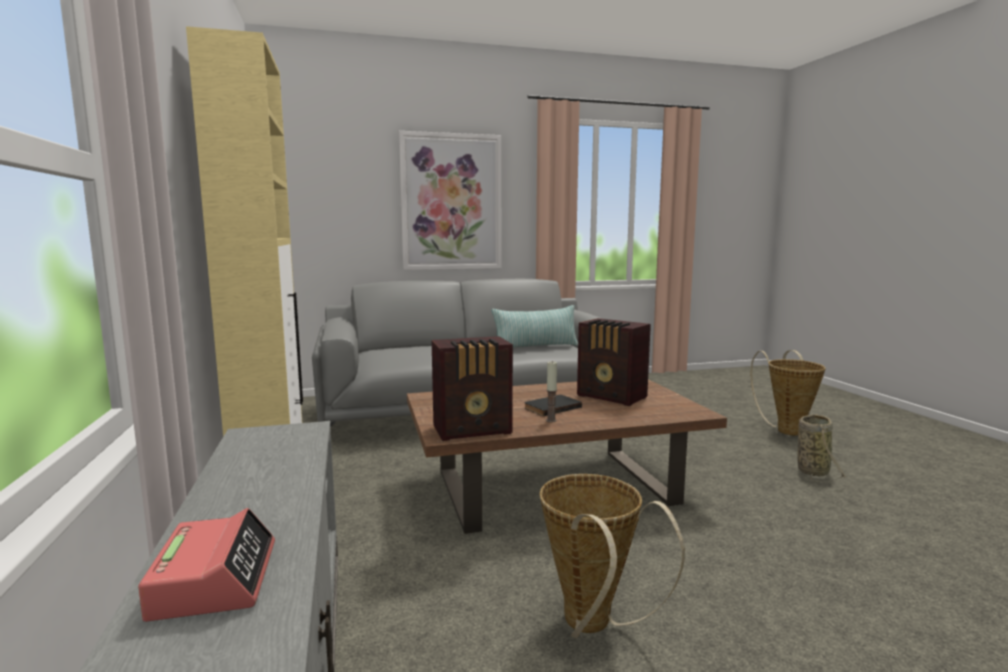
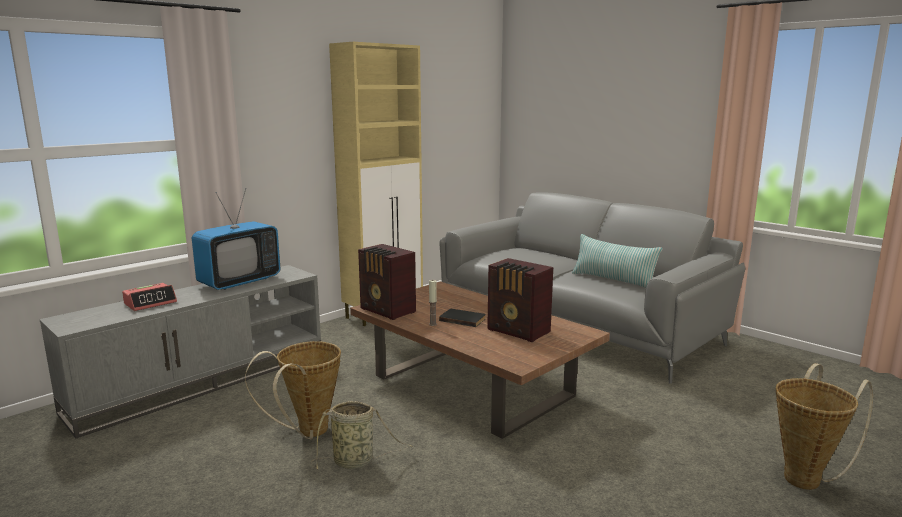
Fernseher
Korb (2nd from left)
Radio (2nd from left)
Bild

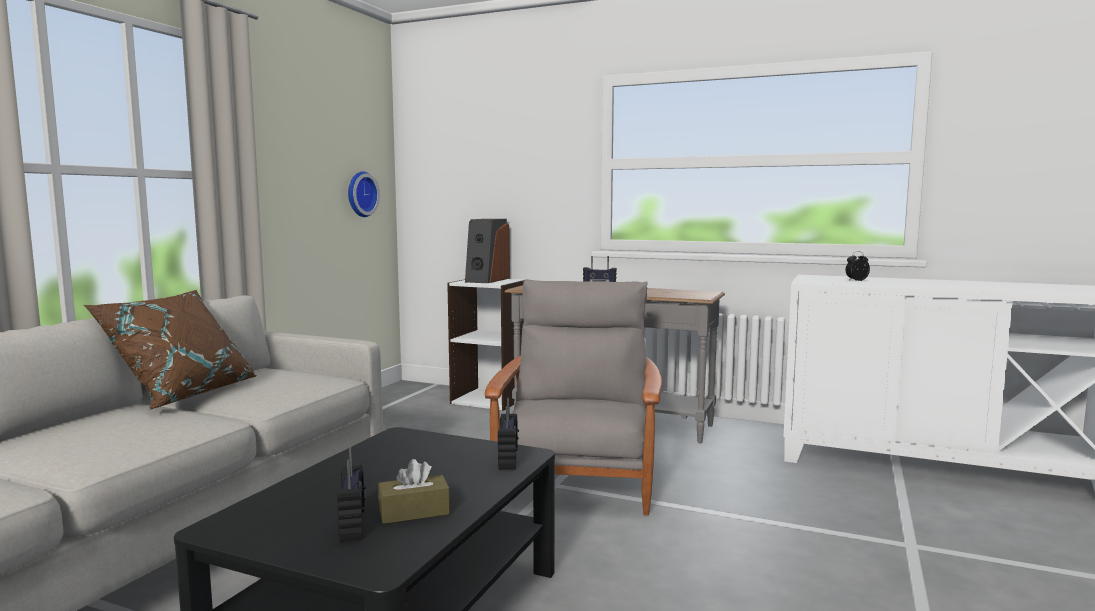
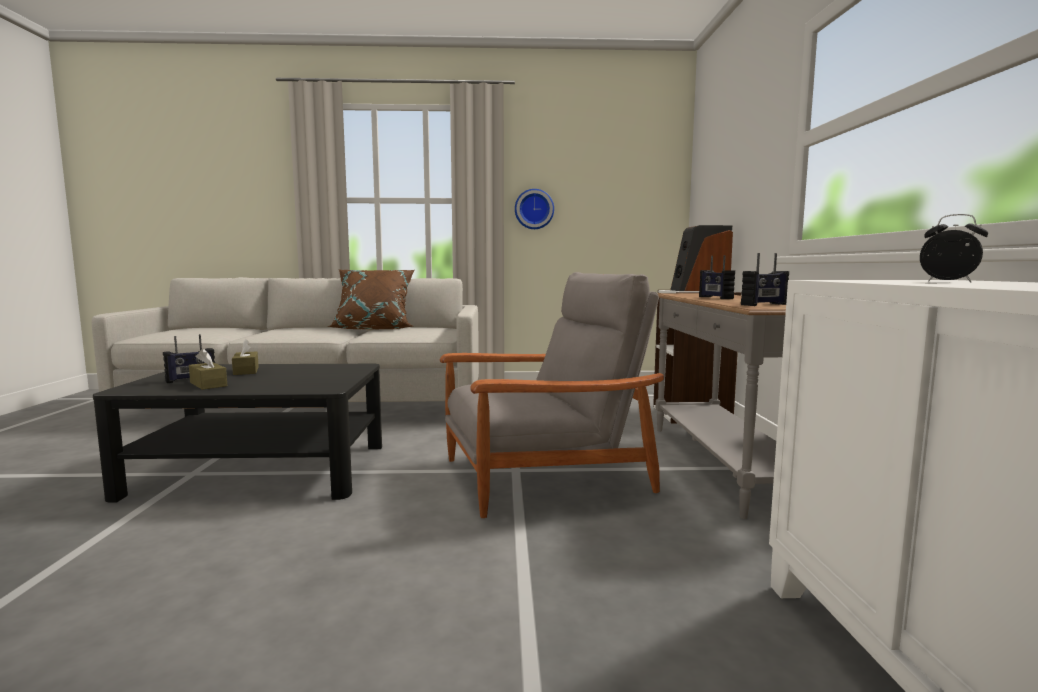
Taschentuchbox (braun) (2nd from left)
Wanduhr
Radio (3rd from left)

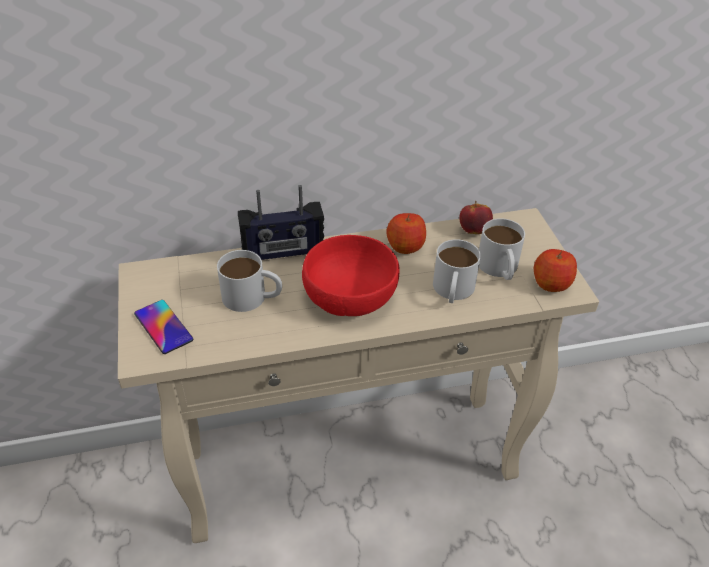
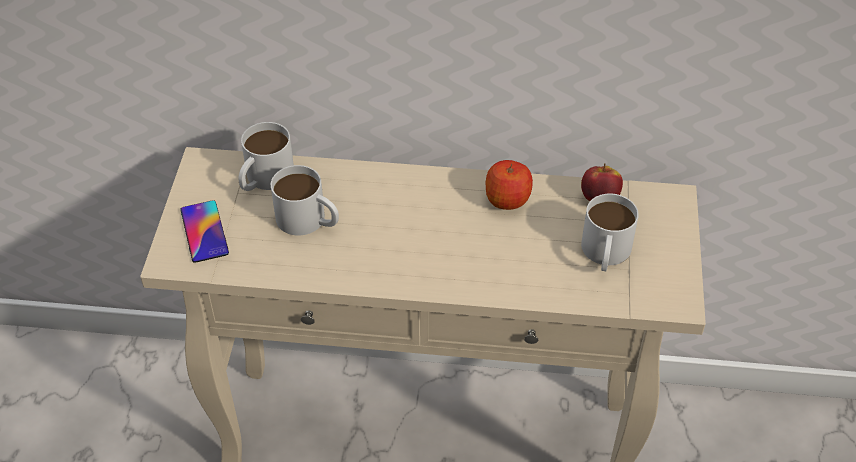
Henkelbecher (weiß) (1st from left)
Radio
Schüssel (rot)
Apfel (3rd from left in the first image)

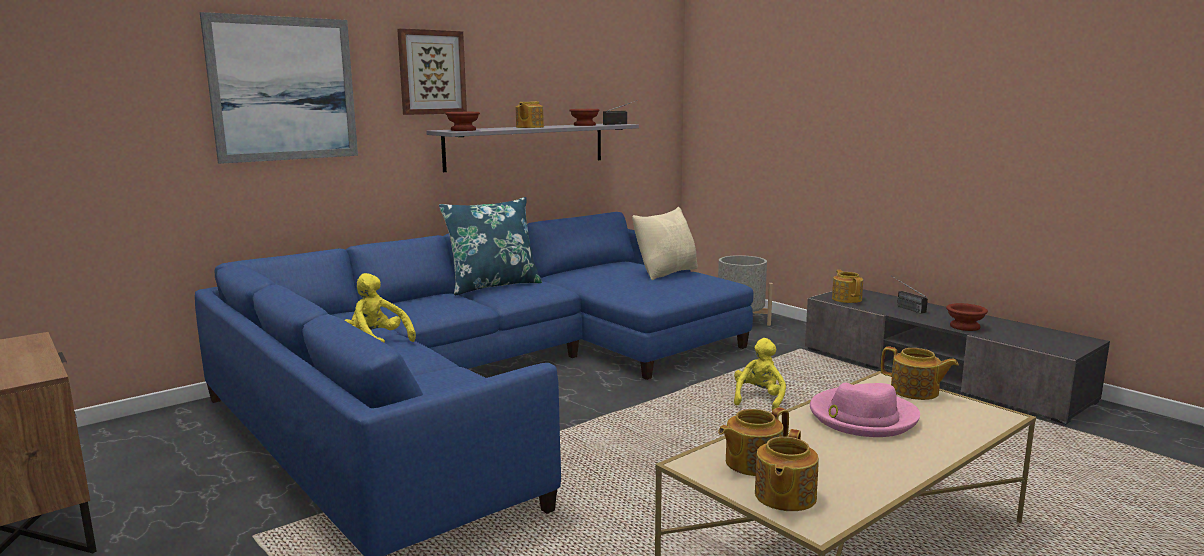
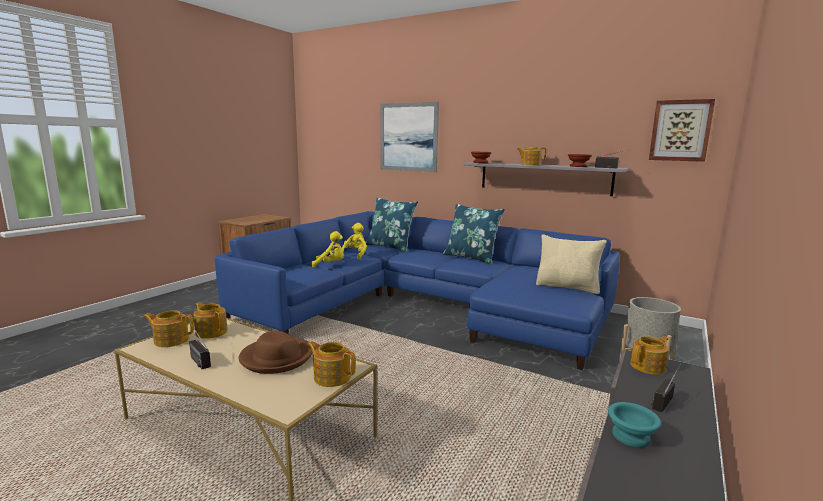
Radio (1st from left)
Hut (braun)
Teekanne (3rd from left)
Plüschtier (gelb) (1st from left)
Kissen (blau) (1st from left)
Schüssel (türkis)
Bild (2nd from left)

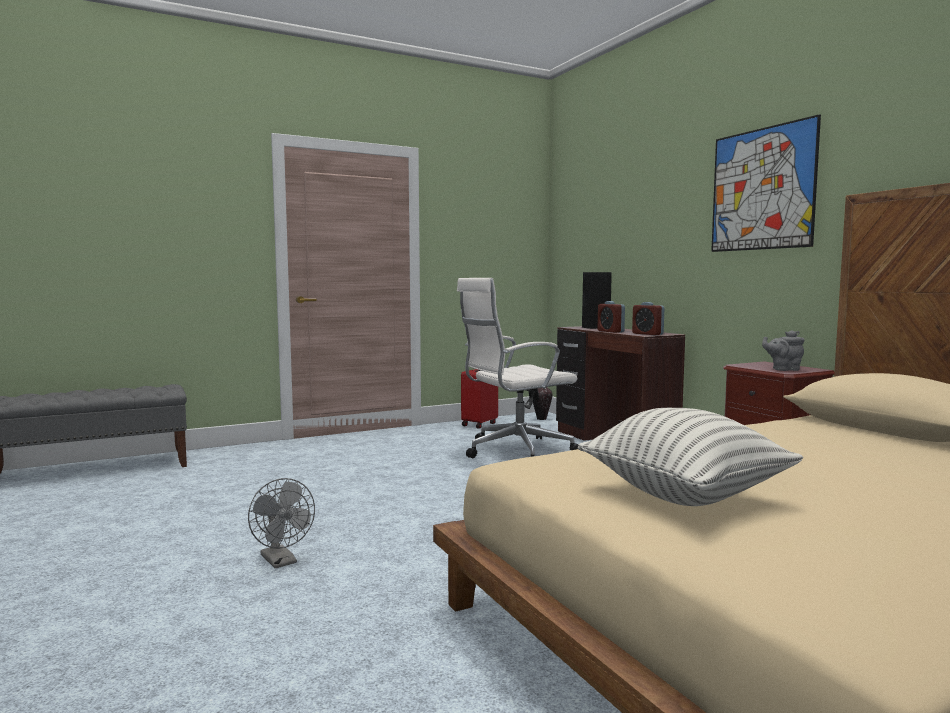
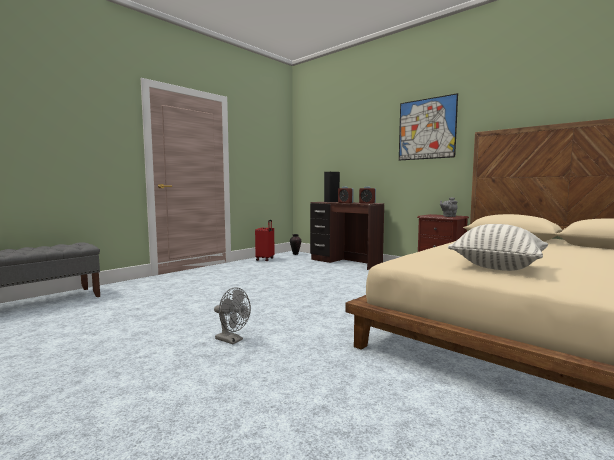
Bürostuhl (weiß)

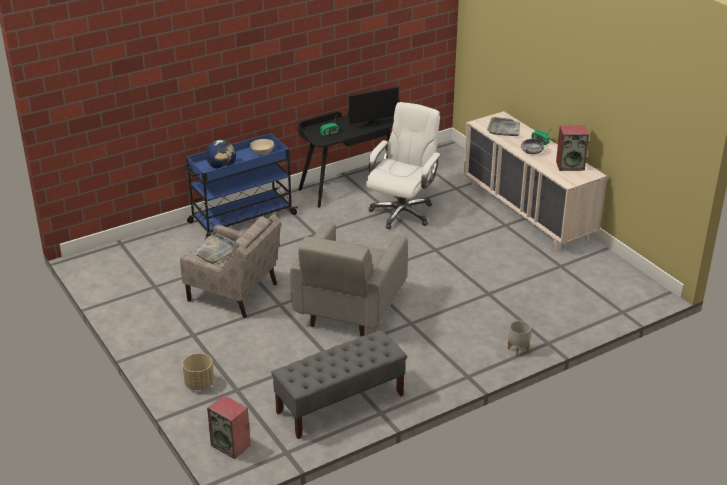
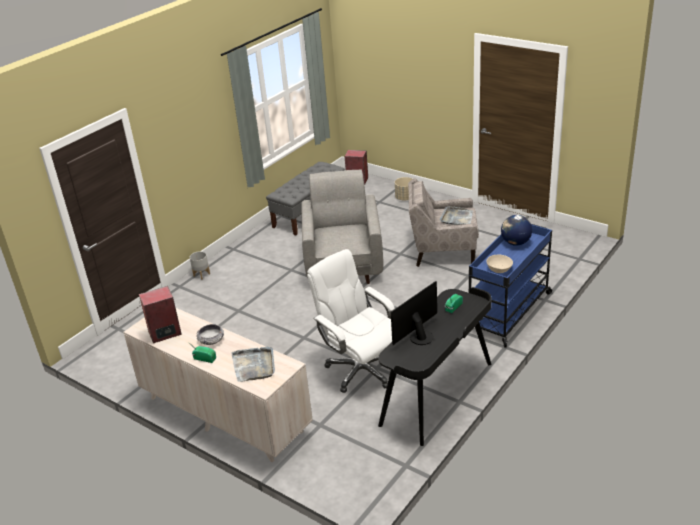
Bürostuhl (weiß)

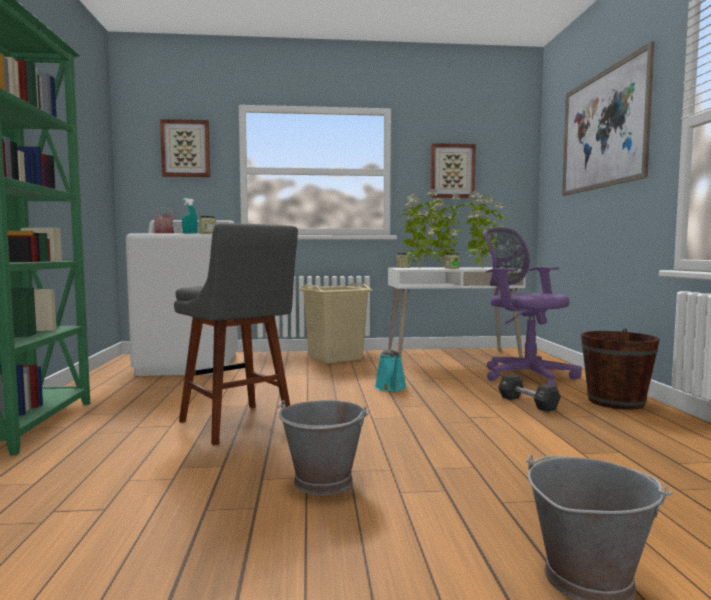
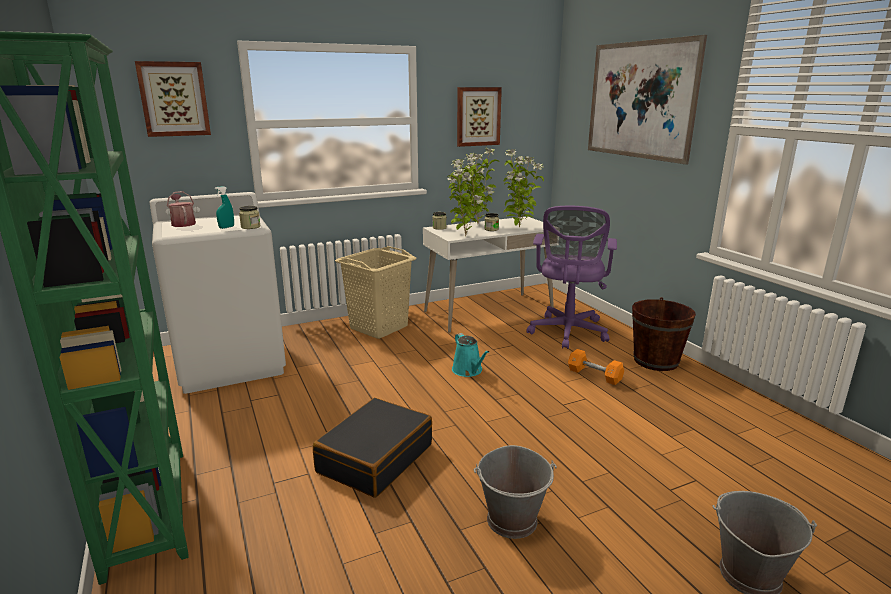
Koffer (schwarz)
Bürostuhl (lila)
Hantel (orange)

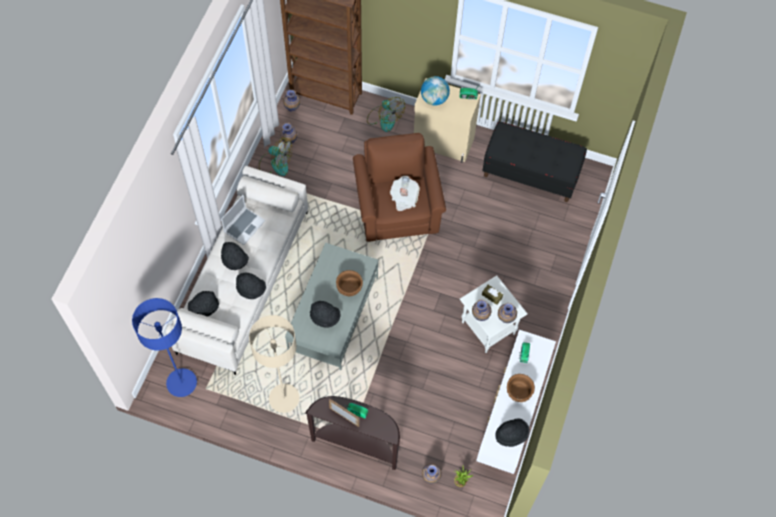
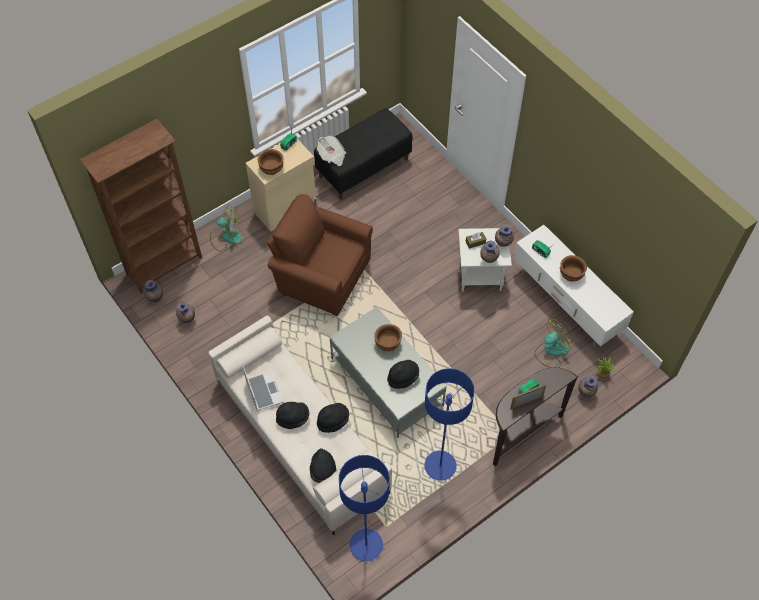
Schüssel (braun) (1st from left)
Zeitung
Stehlampe (blau) (2nd from left)
Ventilator (2nd from left)
Hut (schwarz) (5th from left in the first image)

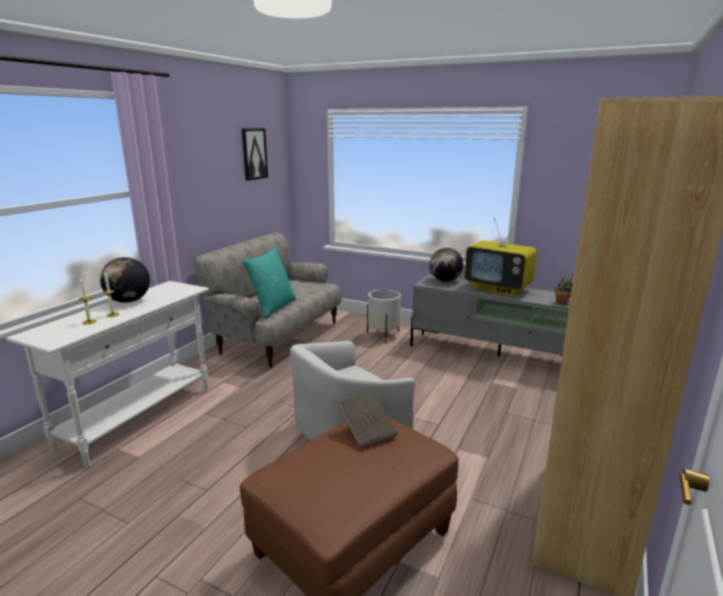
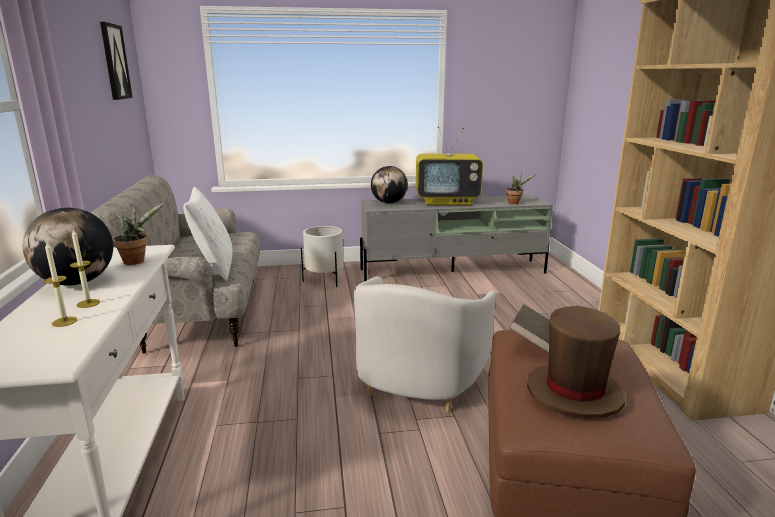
Topfpflanze (1st from left)
Kissen (weiß)
Hut (braun)

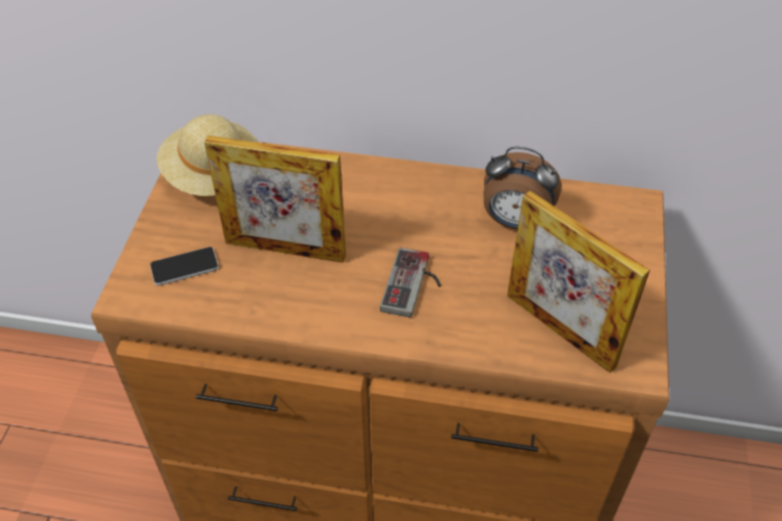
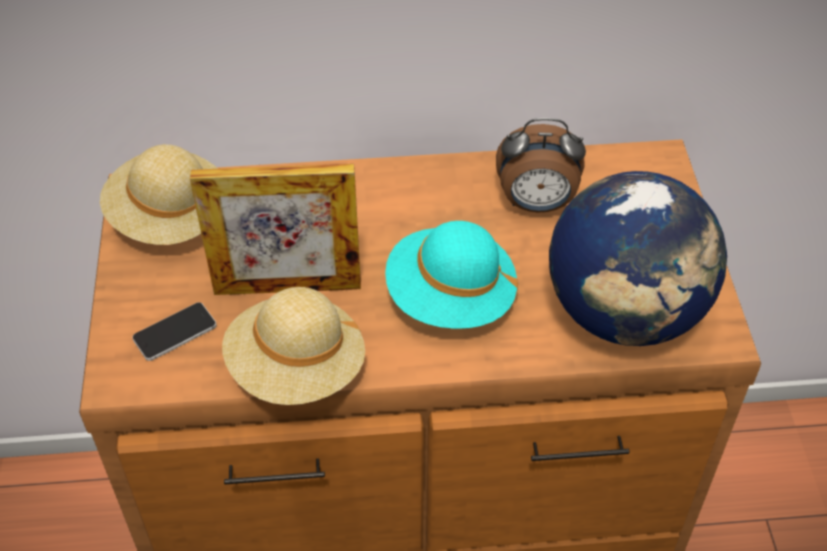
Hut (beige) (2nd from left)
Hut (türkis)
Globus

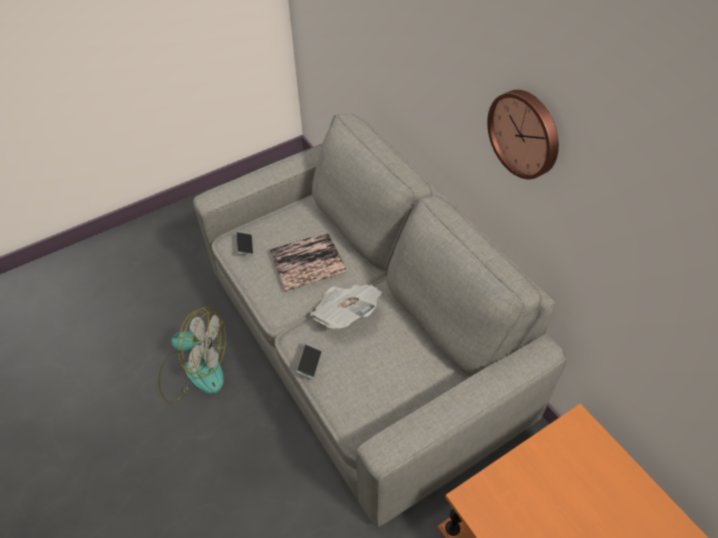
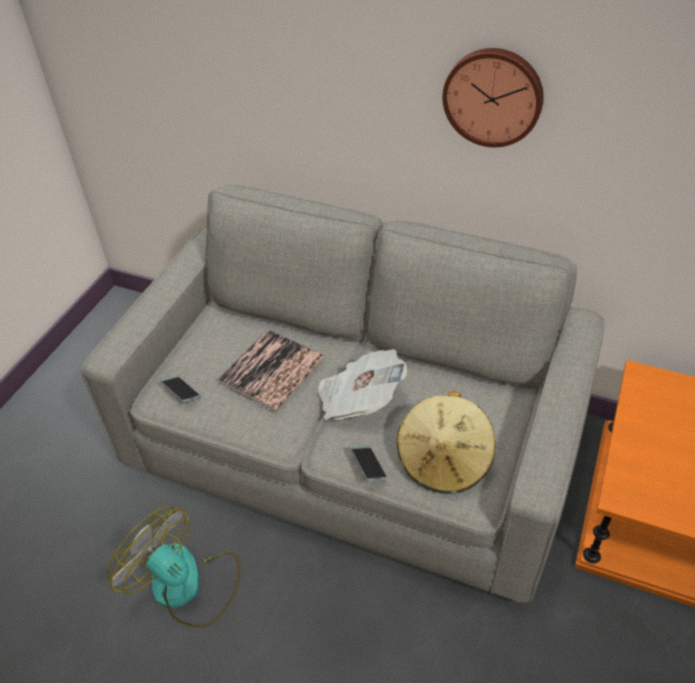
Ventilator
Hut (beige)

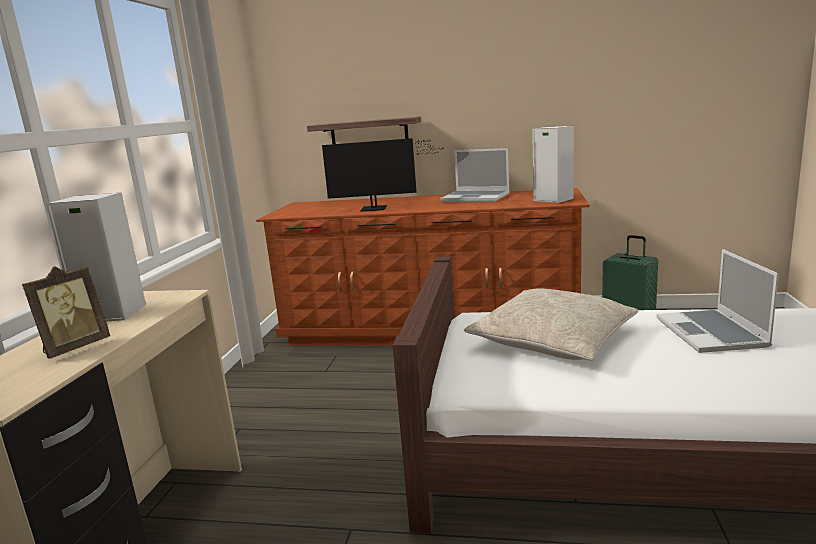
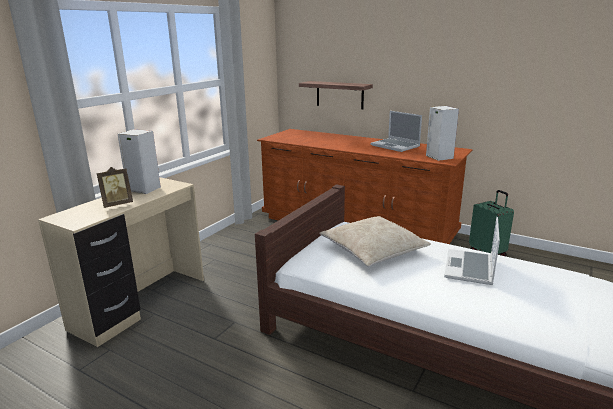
Monitor

